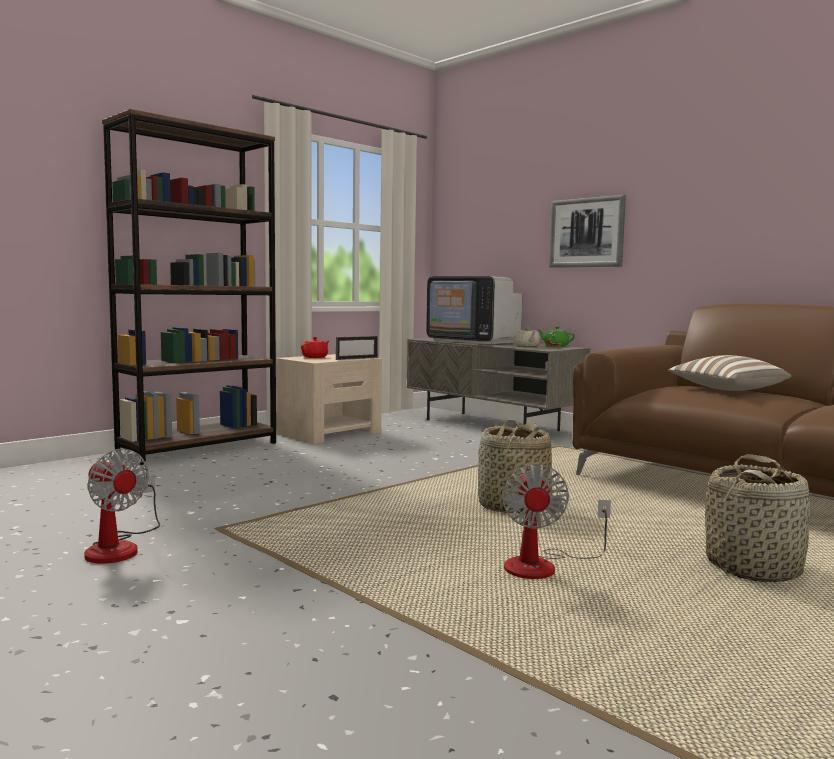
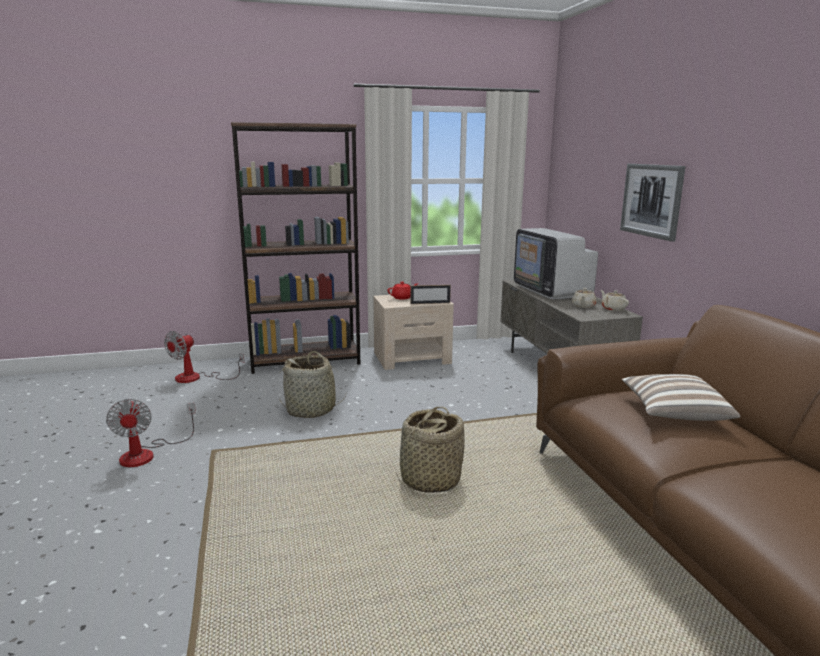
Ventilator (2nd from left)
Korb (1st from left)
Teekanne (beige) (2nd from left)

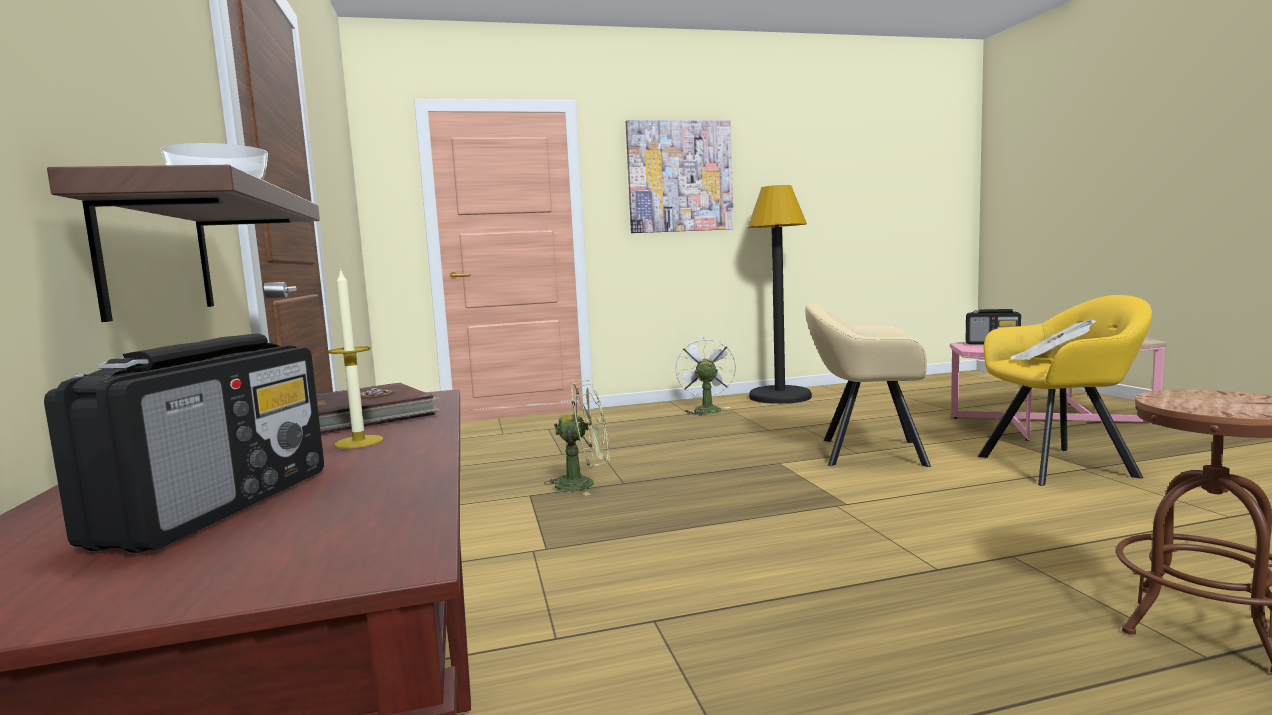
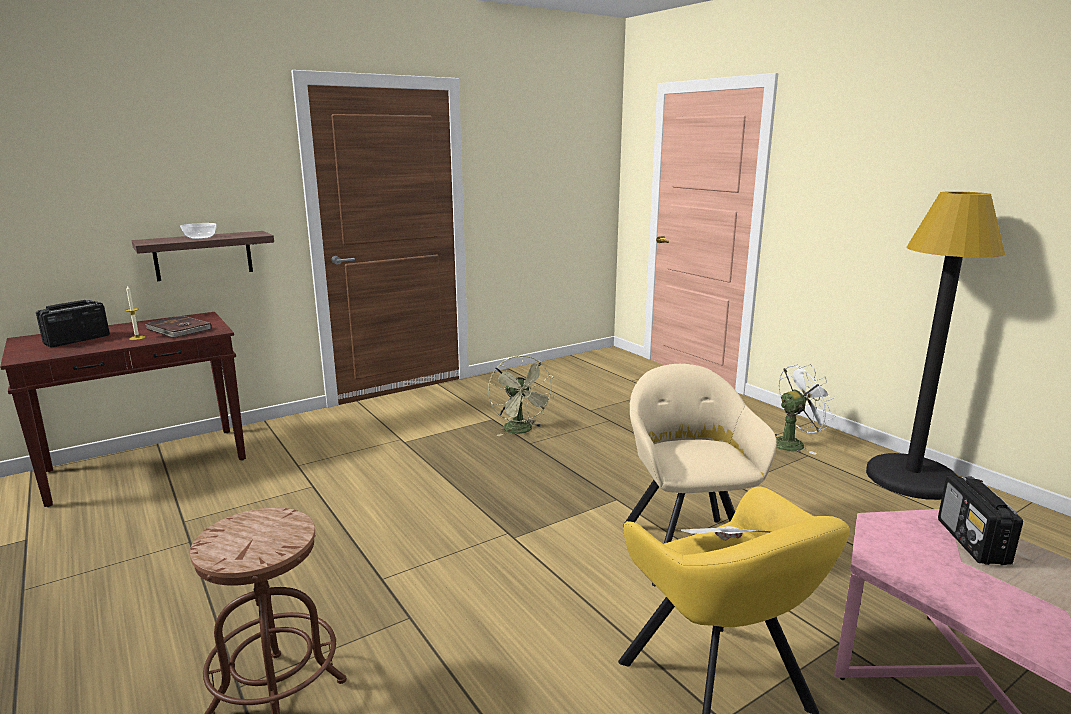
Radio (1st from left)
Bild

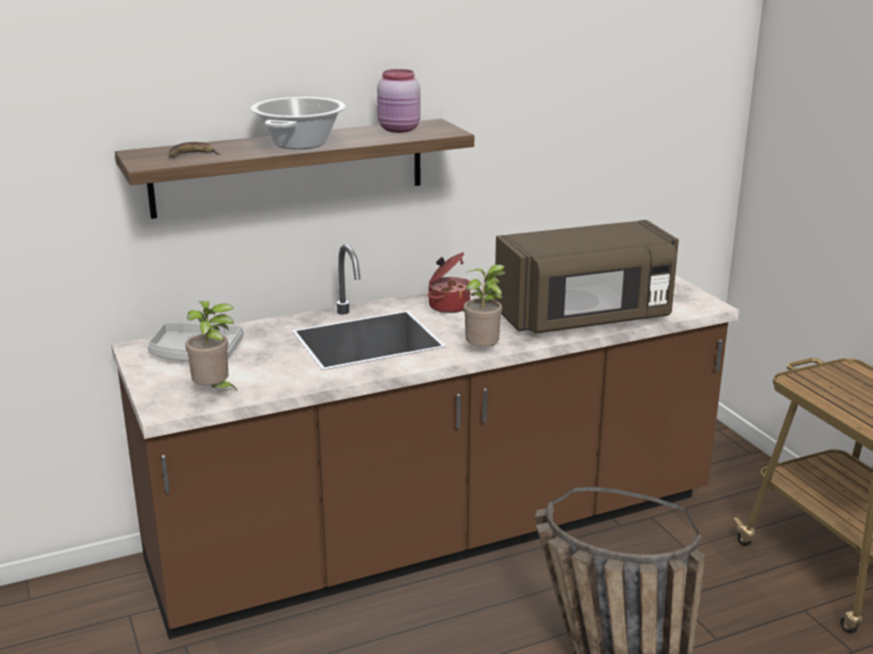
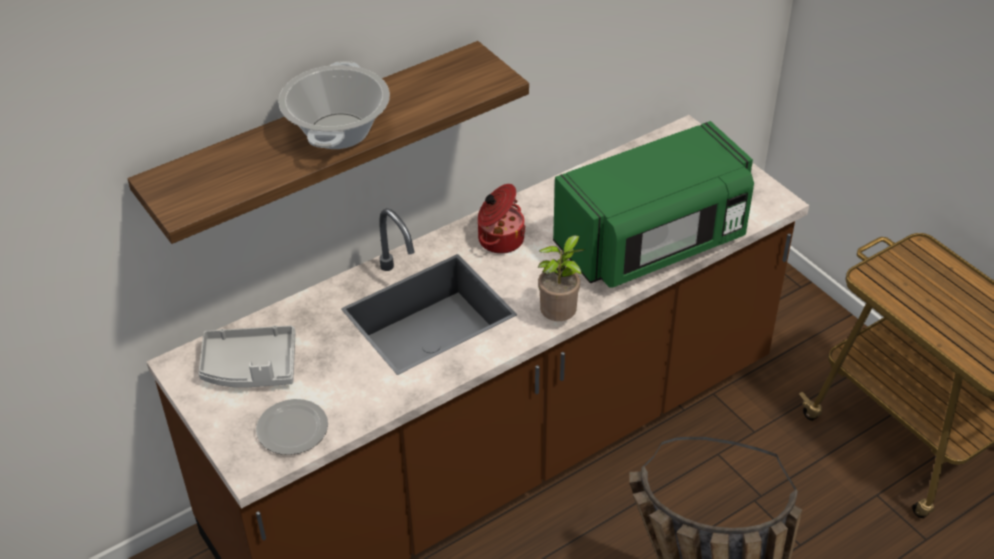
Teller
Mikrowelle (grün)
Banane
Vorratsglas (rosa)

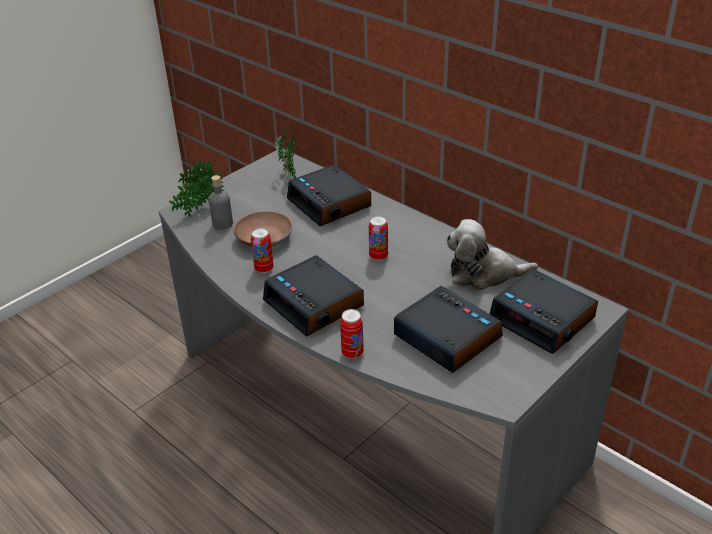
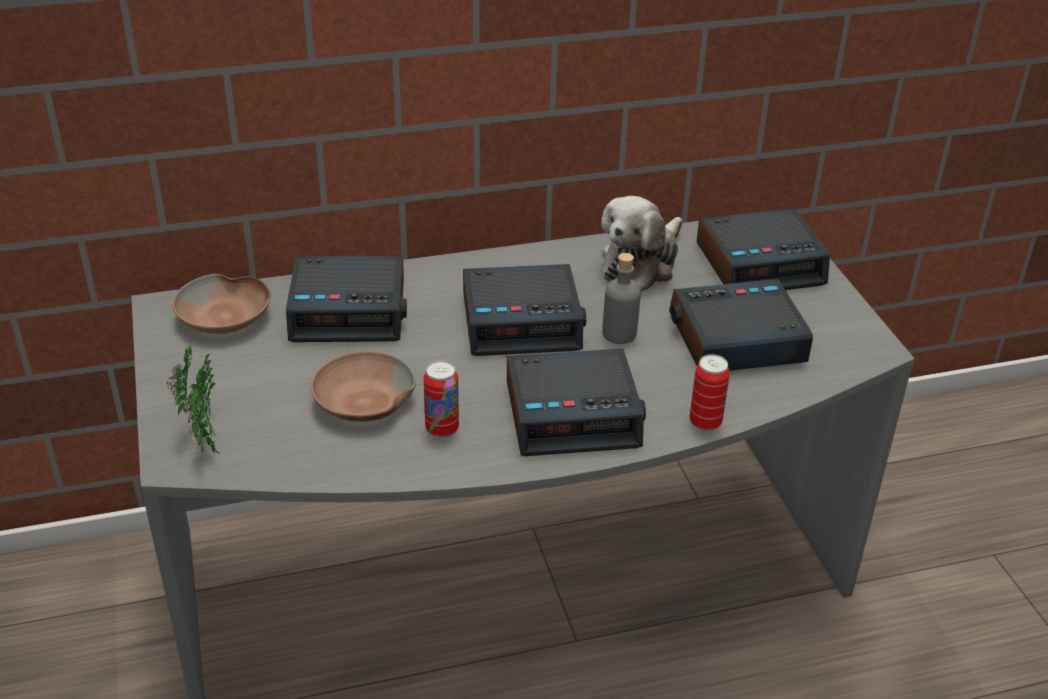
Schüssel (braun) (1st from left)
Wecker (2nd from left)
Flasche (grau)

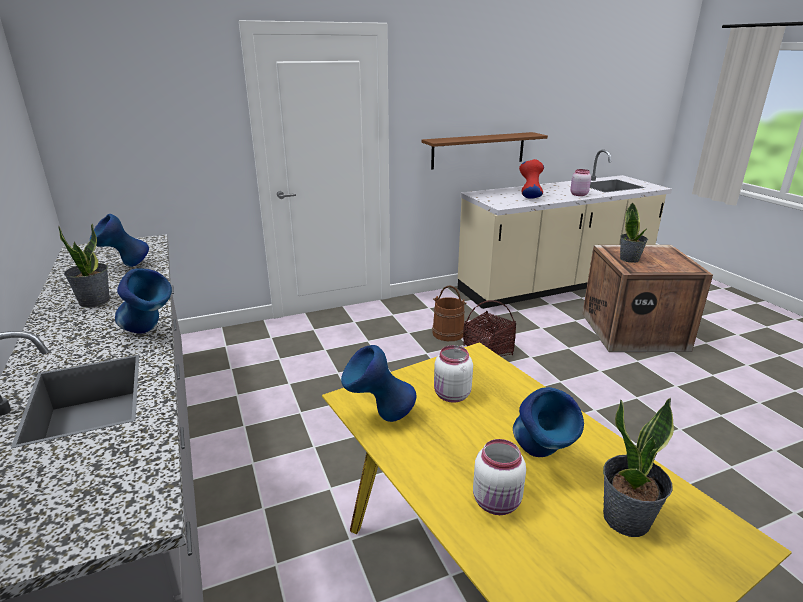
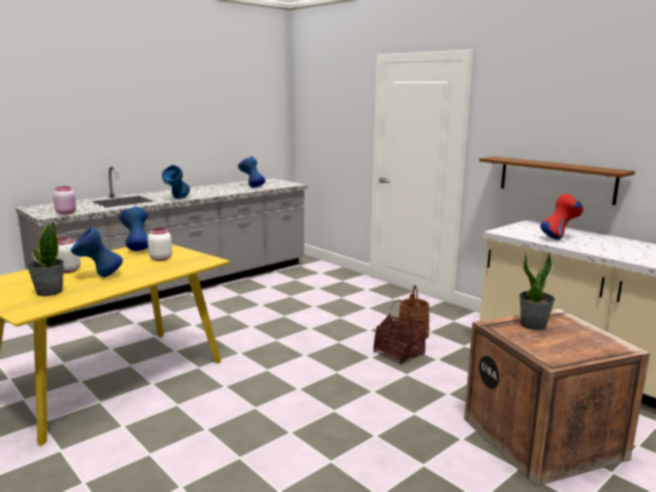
Vorratsglas (rosa)
Topfpflanze (1st from left in the first image)

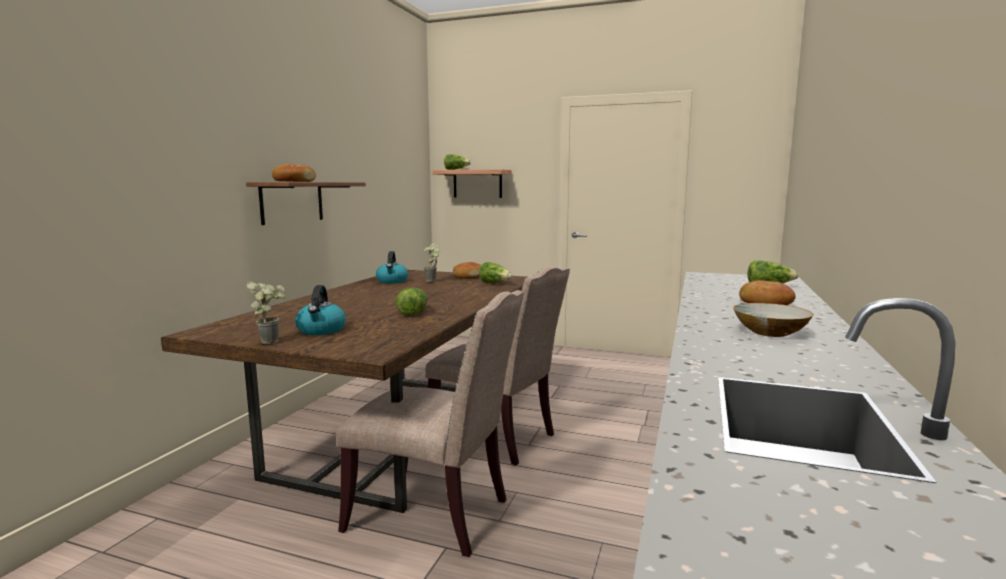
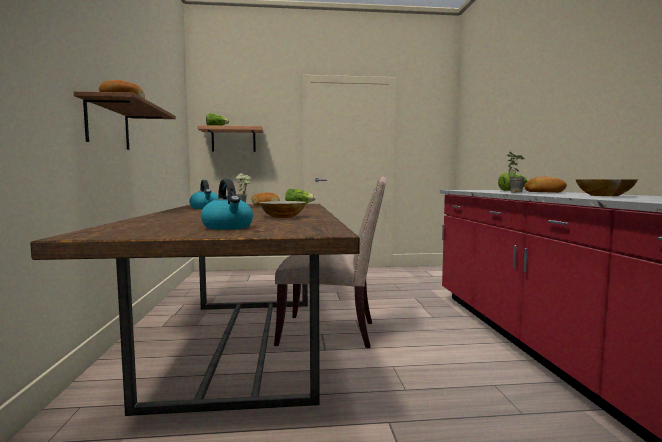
Schüssel (1st from left)
Topfpflanze (2nd from left)
Stuhl (beige) (1st from left in the first image)

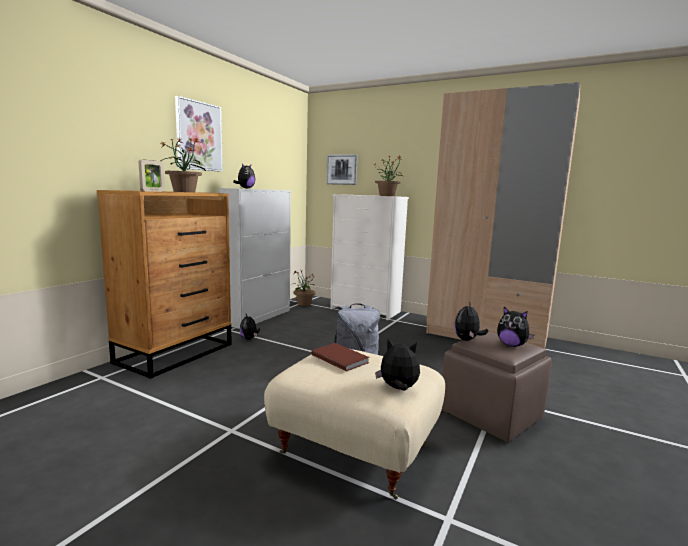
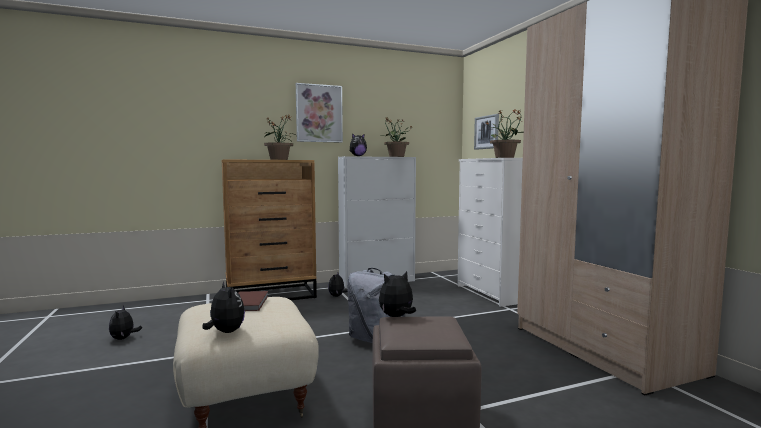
Plüschtier (1st from left)
Topfpflanze (2nd from left)
Bilderrahmen

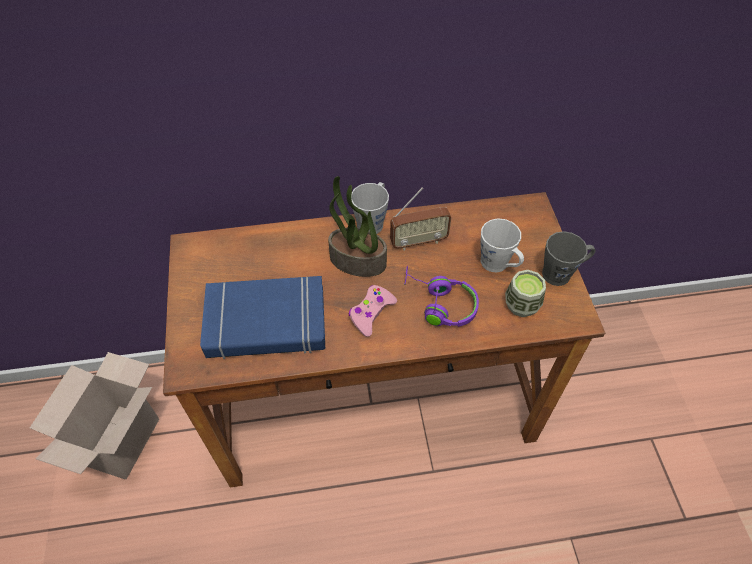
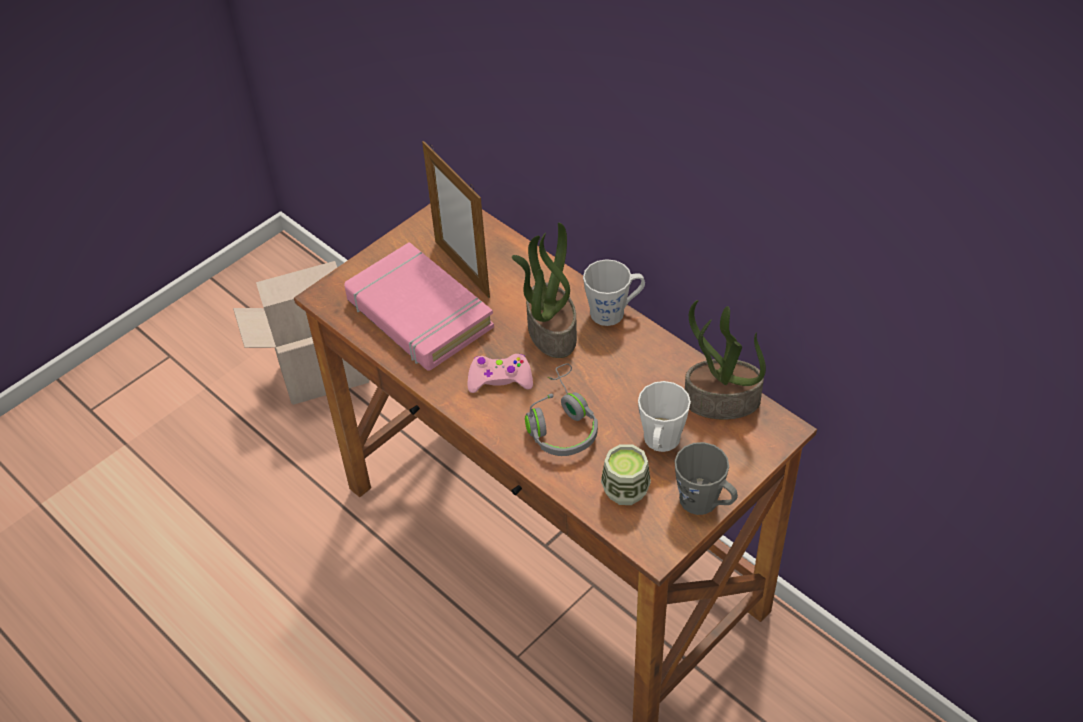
Buch (rosa)
Bilderrahmen
Kopfhörer (grau)
Topfpflanze (2nd from left)
Radio

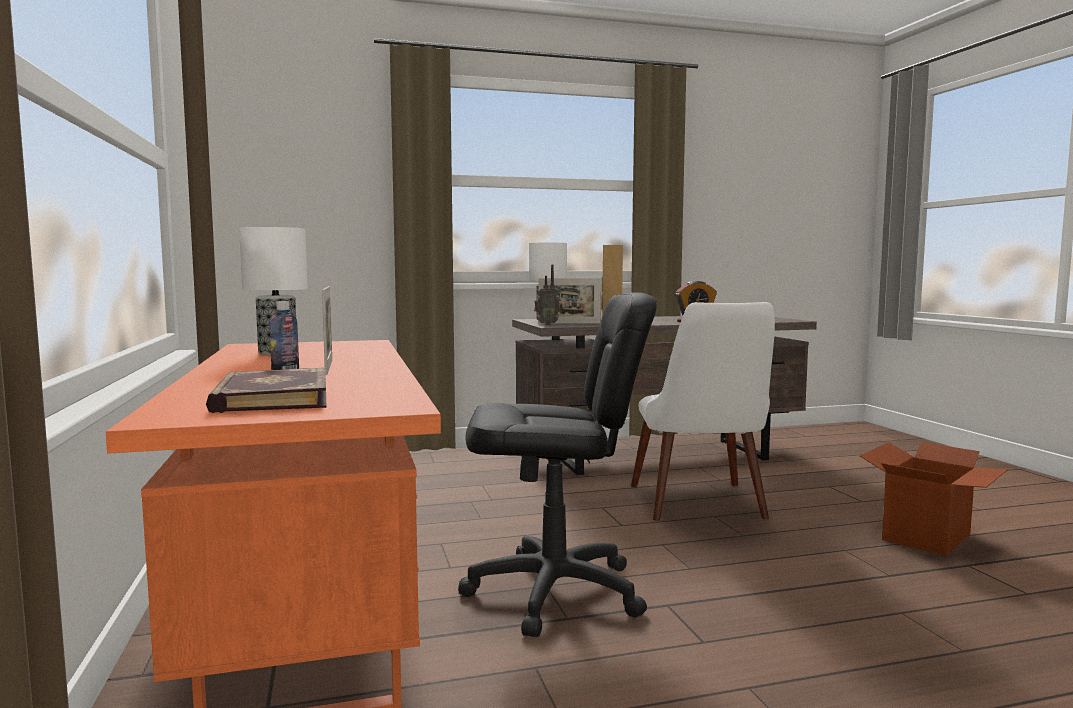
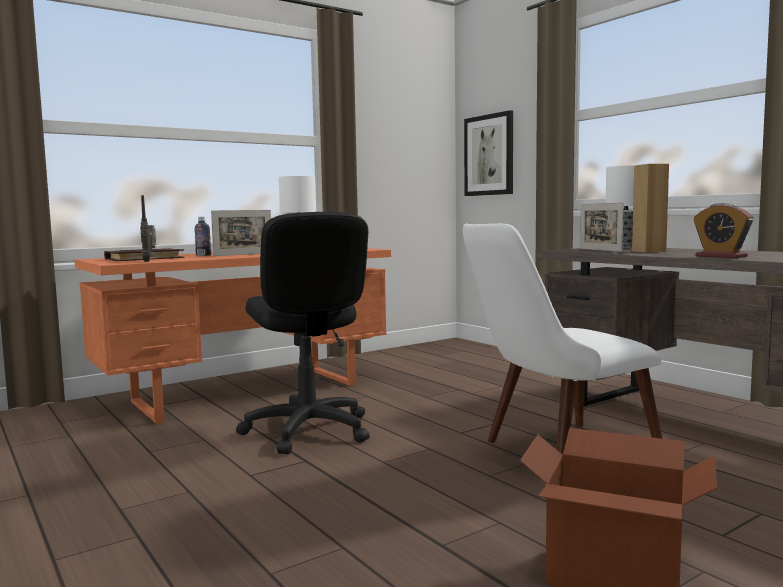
Radio
Bild

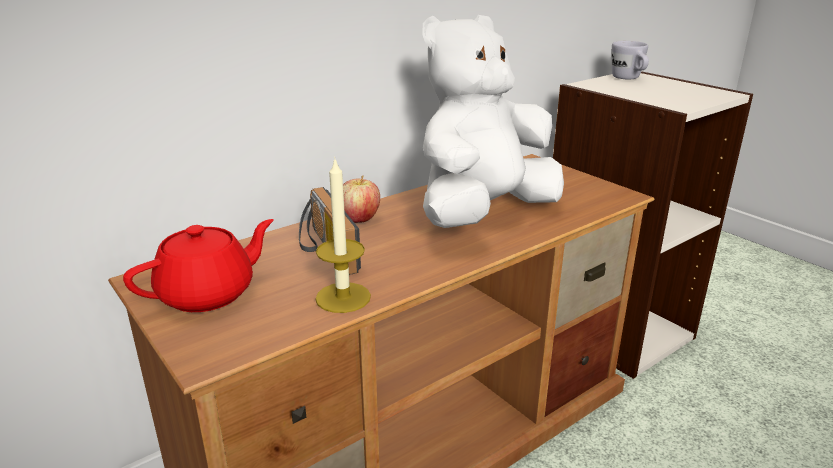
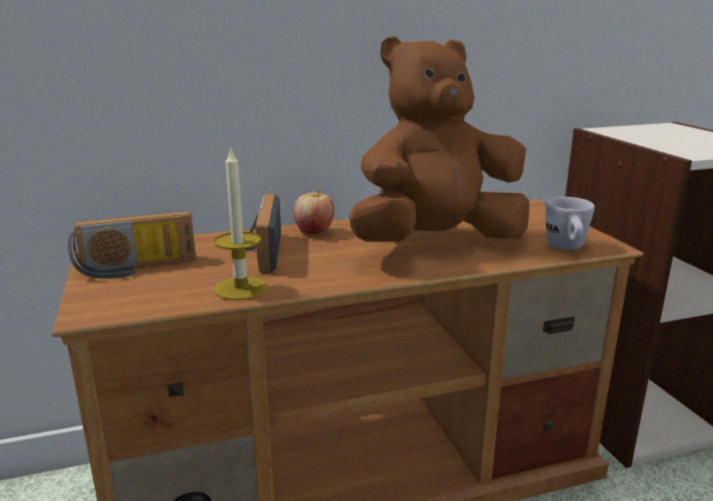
Radio (1st from left)
Plüschtier (braun)
Henkelbecher (weiß)

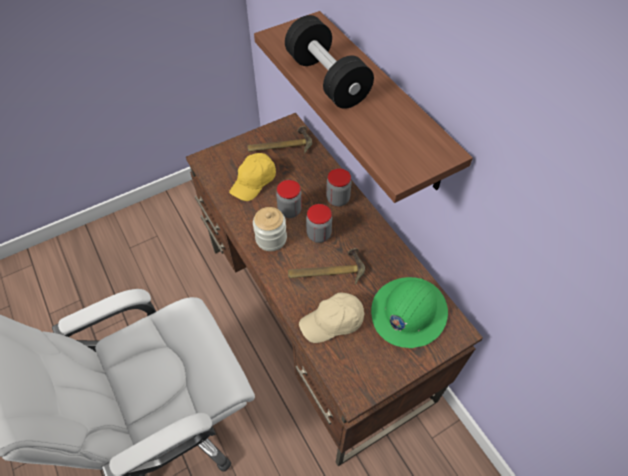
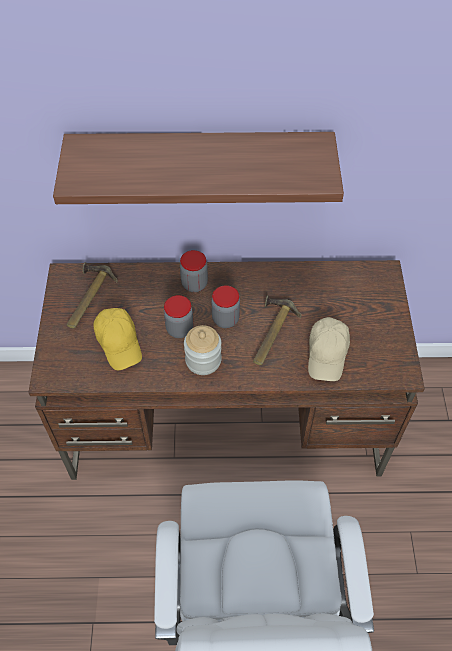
Hantel (schwarz)
Schutzhelm (grün)

